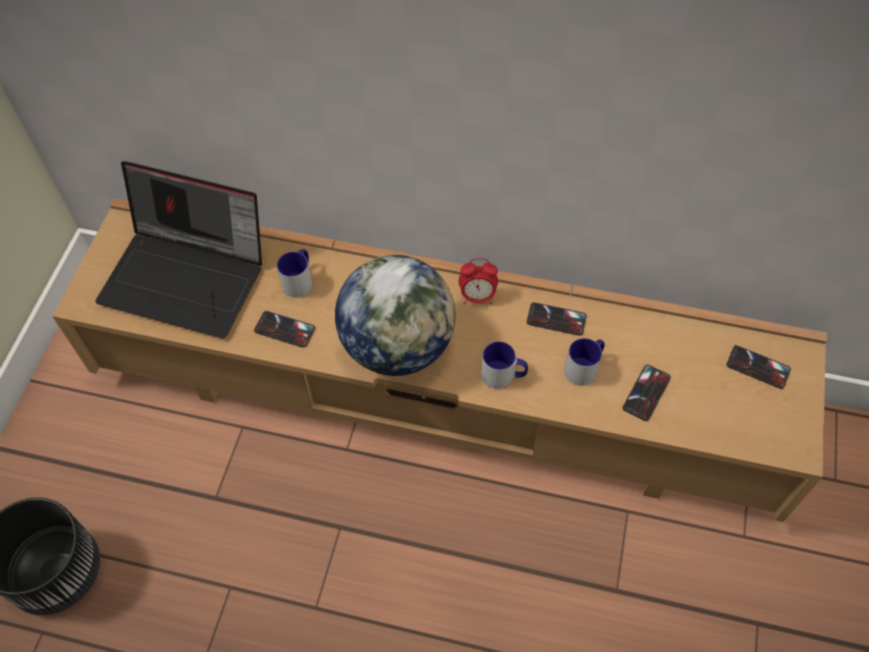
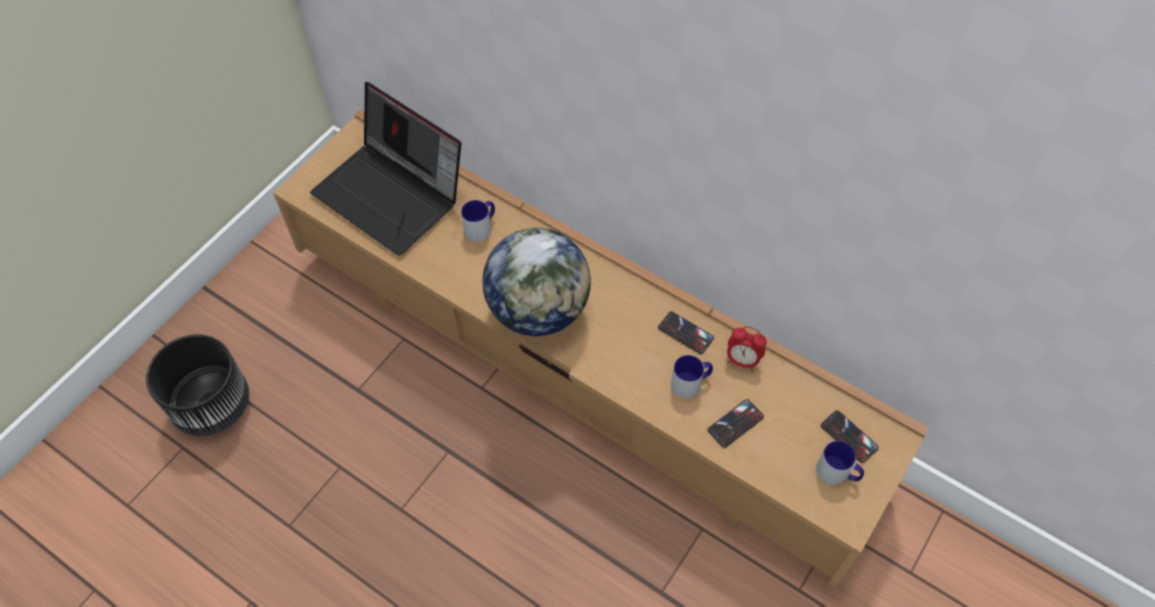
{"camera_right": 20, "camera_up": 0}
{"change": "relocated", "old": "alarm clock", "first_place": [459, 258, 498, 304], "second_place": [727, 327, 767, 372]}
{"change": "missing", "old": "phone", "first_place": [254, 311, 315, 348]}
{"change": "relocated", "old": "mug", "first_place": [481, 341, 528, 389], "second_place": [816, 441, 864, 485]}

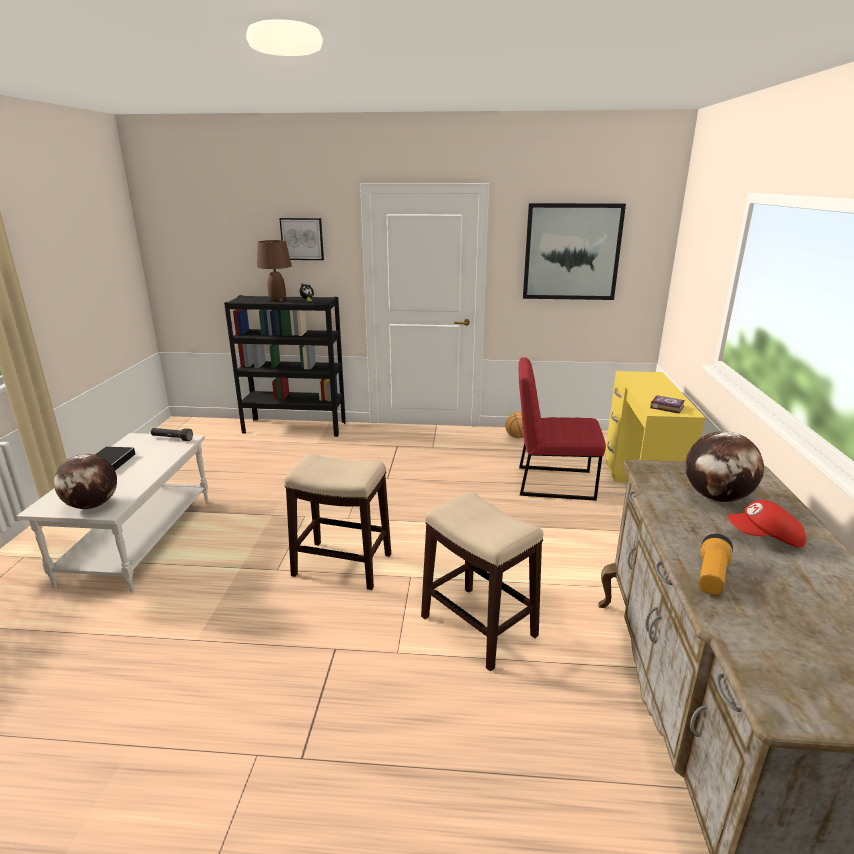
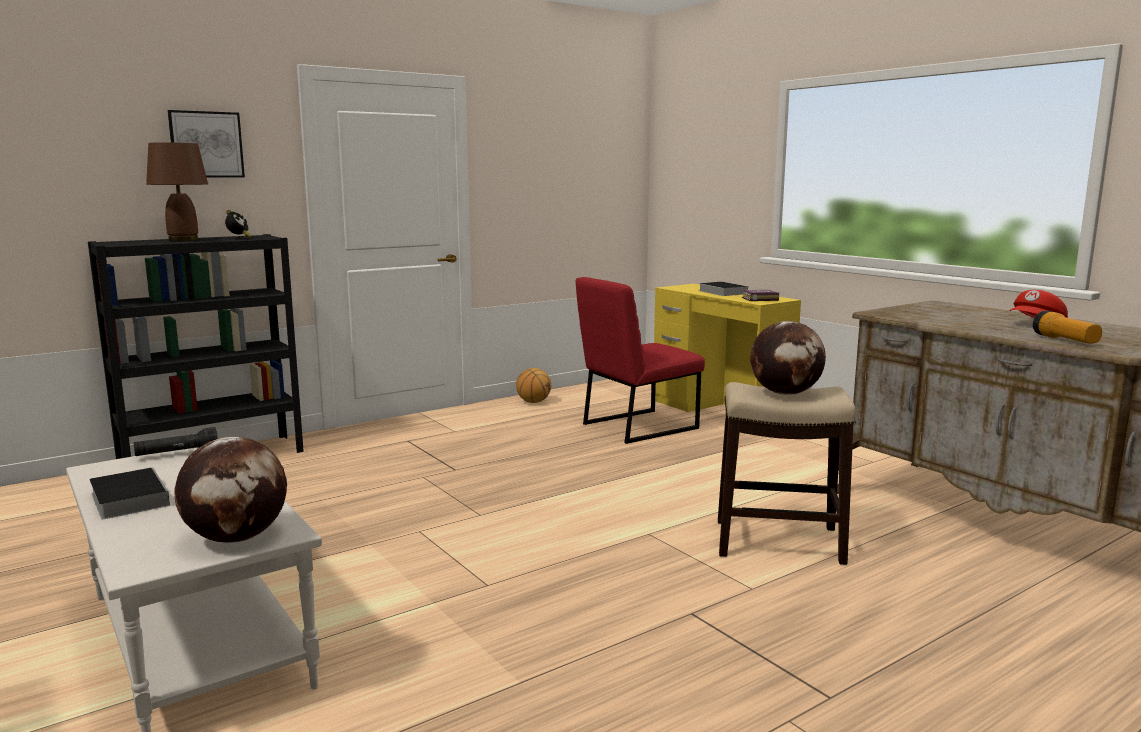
{"camera_right": -40, "camera_up": -10}
{"change": "missing", "old": "picture", "first_place": [523, 203, 626, 300]}
{"change": "relocated", "old": "globe", "first_place": [685, 431, 764, 502], "second_place": [750, 321, 826, 395]}
{"change": "missing", "old": "stool", "first_place": [284, 453, 391, 590]}
{"change": "appeared", "new": "book", "second_place": [699, 282, 748, 296]}

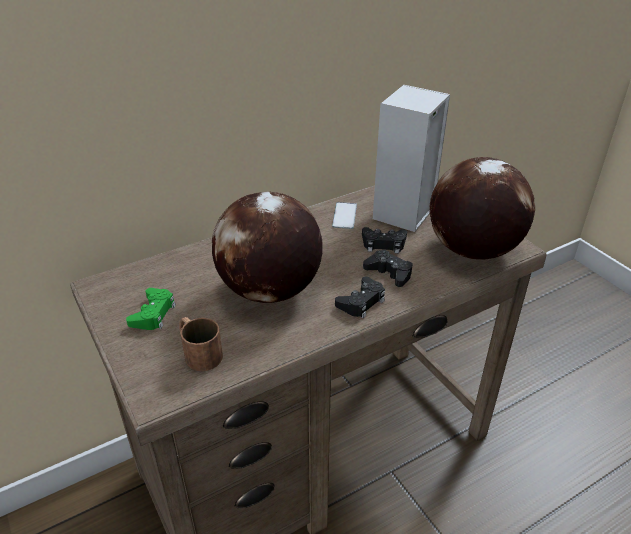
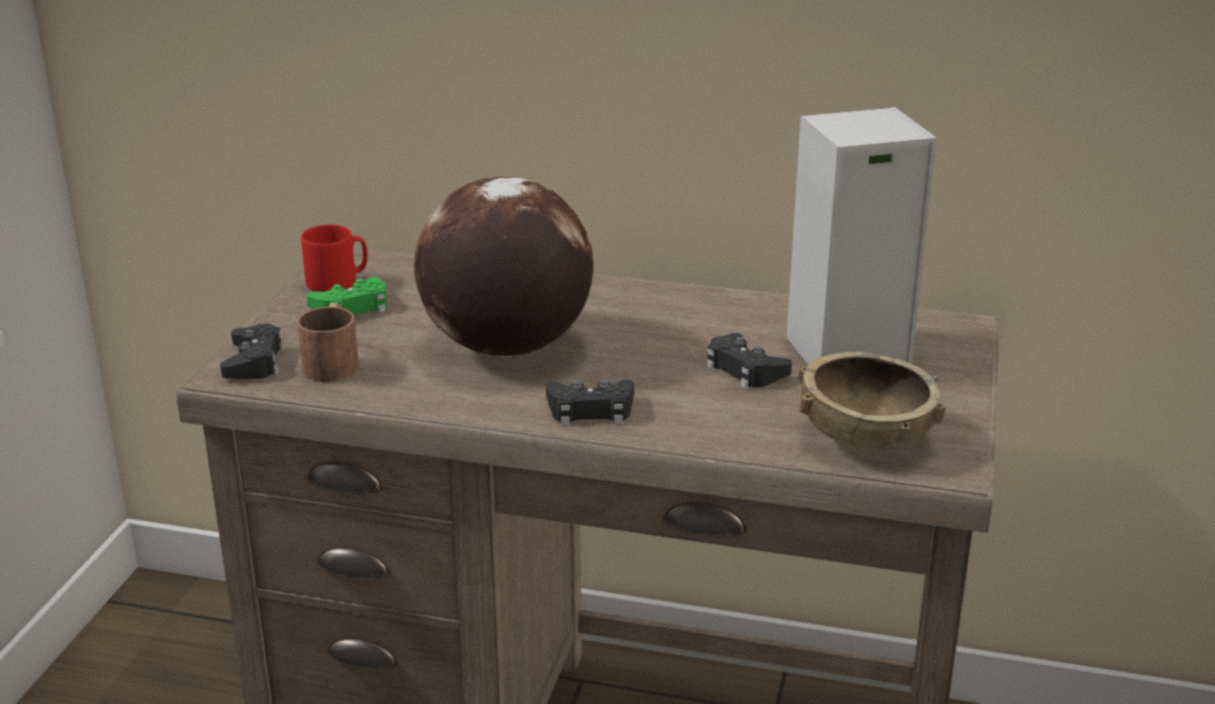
{"camera_right": 45, "camera_up": -10}
{"change": "exchanged", "old": "globe", "new": "brown bowl", "first_place": [430, 157, 535, 260], "second_place": [799, 352, 946, 453]}
{"change": "missing", "old": "phone", "first_place": [332, 202, 357, 229]}
{"change": "relocated", "old": "black game controller", "first_place": [363, 250, 413, 287], "second_place": [220, 324, 285, 379]}
{"change": "appeared", "new": "red mug", "second_place": [301, 225, 368, 292]}

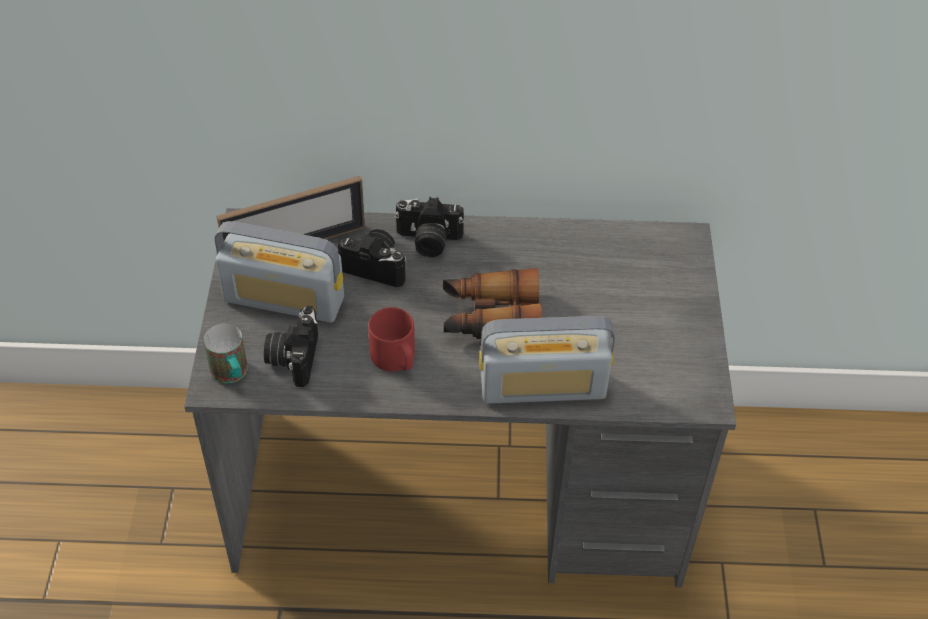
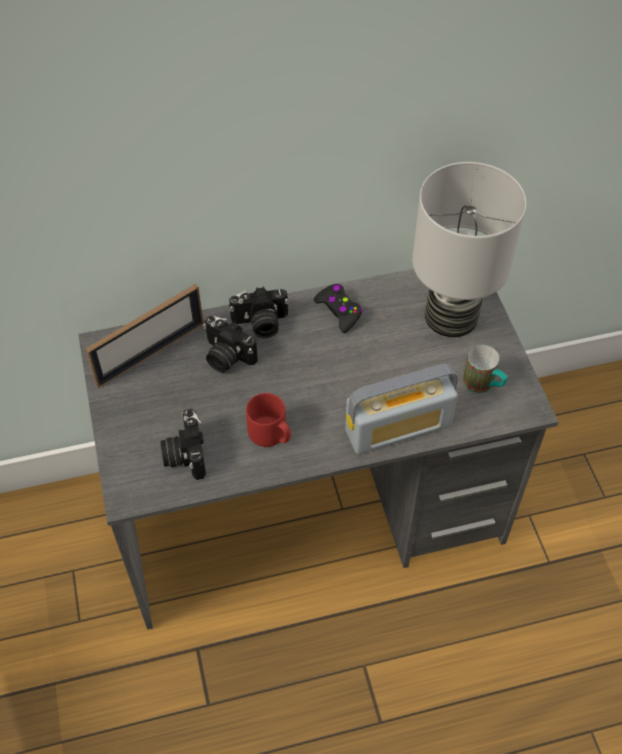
{"camera_right": -15, "camera_up": 5}
{"change": "missing", "old": "radio", "first_place": [215, 221, 344, 323]}
{"change": "spun", "old": "photo camera", "first_place": [338, 229, 407, 287], "second_place": [203, 316, 258, 373], "degrees": -150}
{"change": "missing", "old": "binoculars", "first_place": [443, 268, 542, 339]}
{"change": "relocated", "old": "mug", "first_place": [203, 323, 248, 384], "second_place": [463, 345, 508, 394]}
{"change": "appeared", "new": "grey table lamp", "second_place": [412, 162, 526, 337]}
{"change": "appeared", "new": "black game controller", "second_place": [314, 284, 363, 333]}

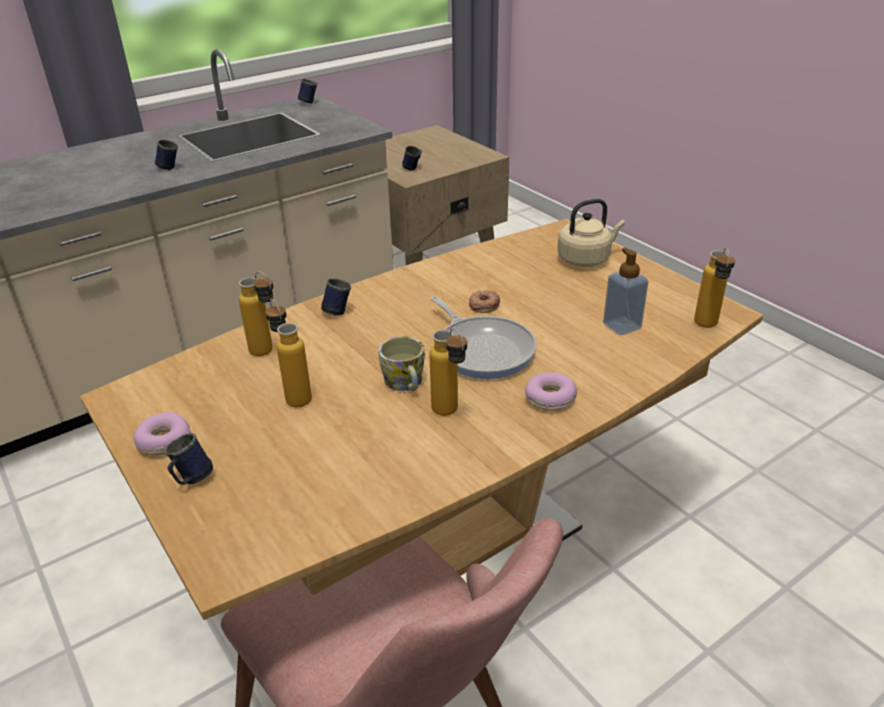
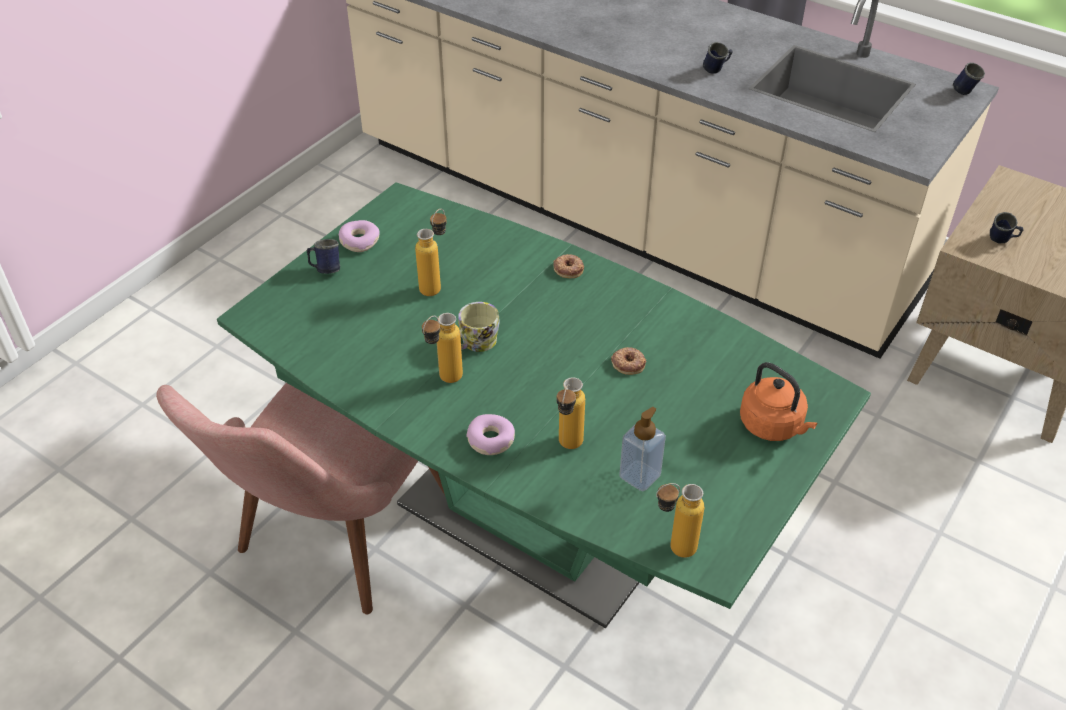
{"camera_right": 70, "camera_up": 10}
{"change": "colour", "old": "beige kettle", "new": "orange kettle", "first_place": [557, 199, 625, 267], "second_place": [740, 362, 817, 441]}
{"change": "colour", "old": "brown dining table", "new": "green dining table", "first_place": [80, 219, 763, 620], "second_place": [217, 182, 871, 628]}
{"change": "relocated", "old": "bottle", "first_place": [239, 271, 273, 356], "second_place": [556, 377, 585, 449]}
{"change": "exchanged", "old": "blue mug", "new": "donut", "first_place": [321, 278, 351, 315], "second_place": [553, 254, 584, 278]}
{"change": "missing", "old": "frying pan", "first_place": [431, 296, 536, 379]}

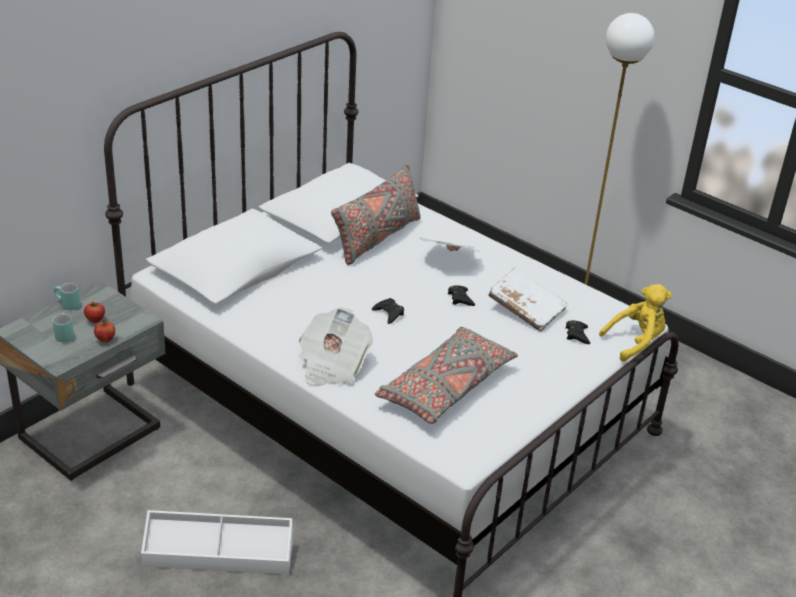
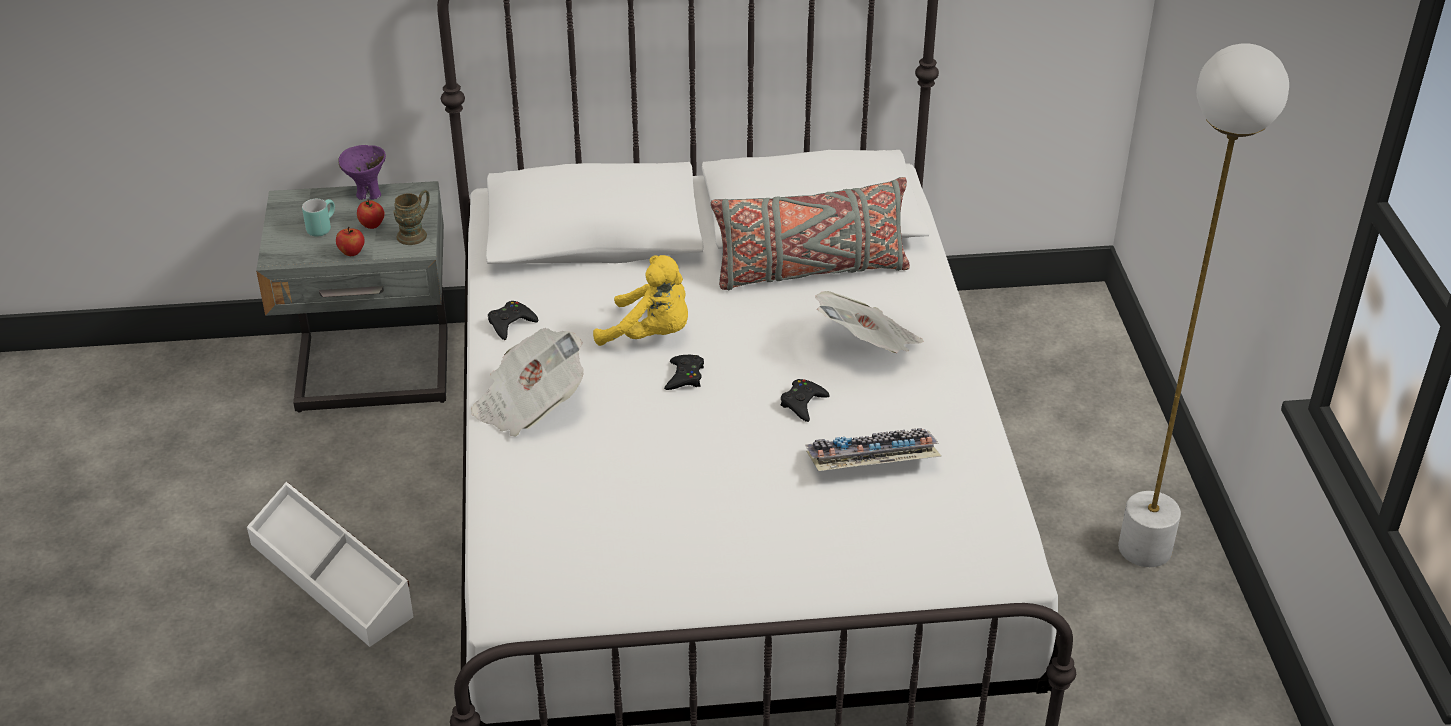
{"camera_right": 45, "camera_up": 5}
{"change": "exchanged", "old": "white book", "new": "keyboard", "first_place": [488, 267, 568, 332], "second_place": [805, 428, 941, 471]}
{"change": "exchanged", "old": "turquoise mug", "new": "purple bowl", "first_place": [54, 283, 80, 310], "second_place": [338, 145, 386, 200]}
{"change": "relocated", "old": "yellow plush toy", "first_place": [599, 284, 672, 362], "second_place": [593, 255, 688, 346]}
{"change": "relocated", "old": "black game controller", "first_place": [566, 320, 590, 344], "second_place": [488, 301, 538, 340]}
{"change": "missing", "old": "grey pillow", "first_place": [375, 327, 518, 424]}
{"change": "appeared", "new": "brown mug", "second_place": [394, 190, 430, 245]}

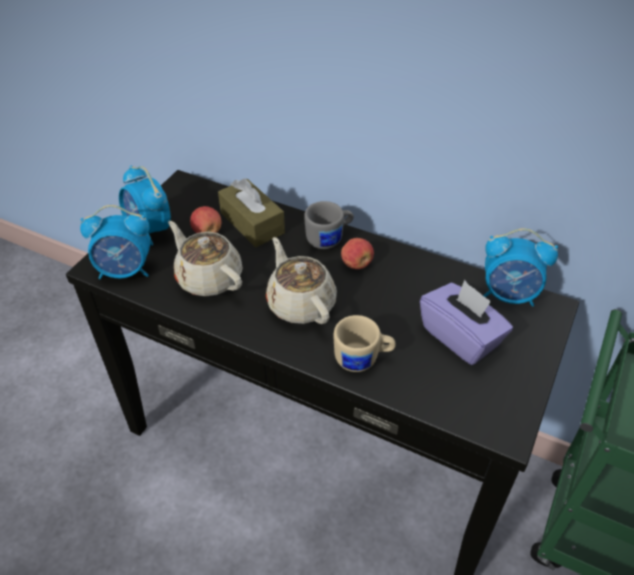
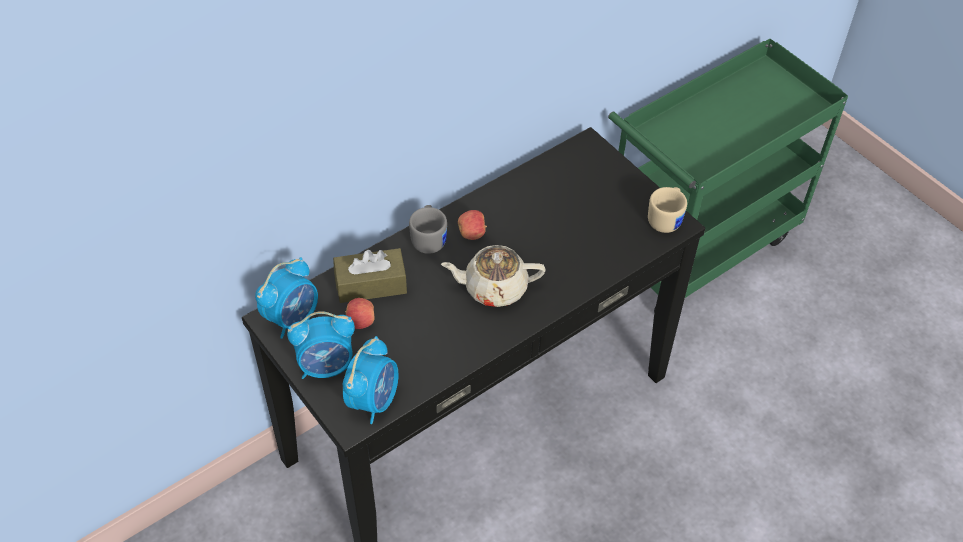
{"camera_right": -65, "camera_up": 5}
{"change": "missing", "old": "beige teapot", "first_place": [168, 221, 243, 296]}
{"change": "relocated", "old": "alarm clock", "first_place": [483, 228, 558, 307], "second_place": [255, 257, 318, 339]}
{"change": "missing", "old": "purple tissue box", "first_place": [420, 280, 513, 365]}
{"change": "relocated", "old": "beige mug", "first_place": [334, 315, 396, 372], "second_place": [648, 187, 687, 233]}

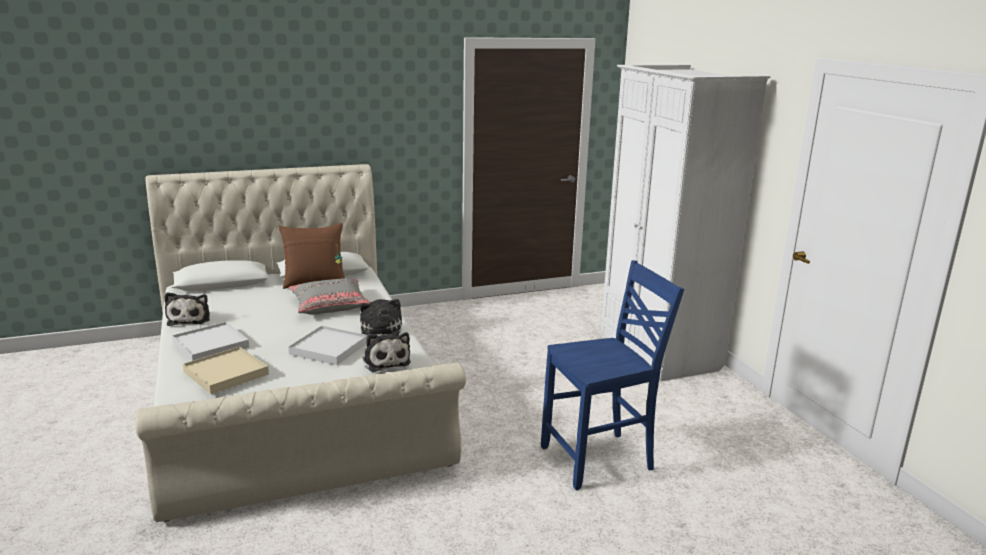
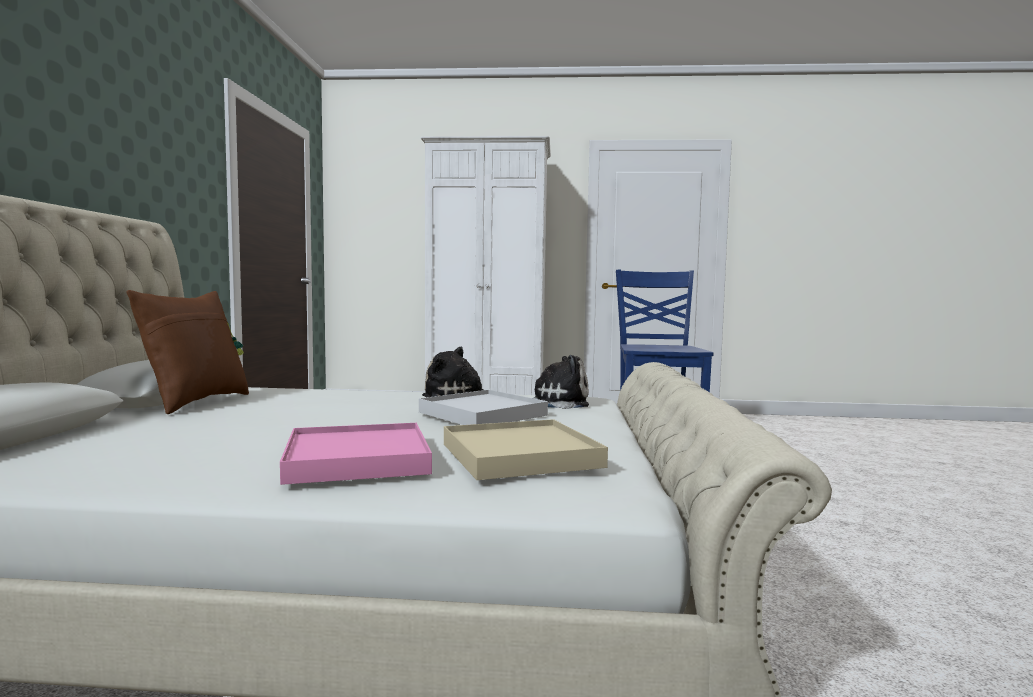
{"camera_right": -65, "camera_up": -15}
{"change": "missing", "old": "grey pillow", "first_place": [289, 278, 370, 315]}
{"change": "missing", "old": "plush toy", "first_place": [164, 292, 210, 326]}
{"change": "colour", "old": "white tray", "new": "pink tray", "first_place": [172, 322, 249, 361], "second_place": [280, 423, 432, 485]}

